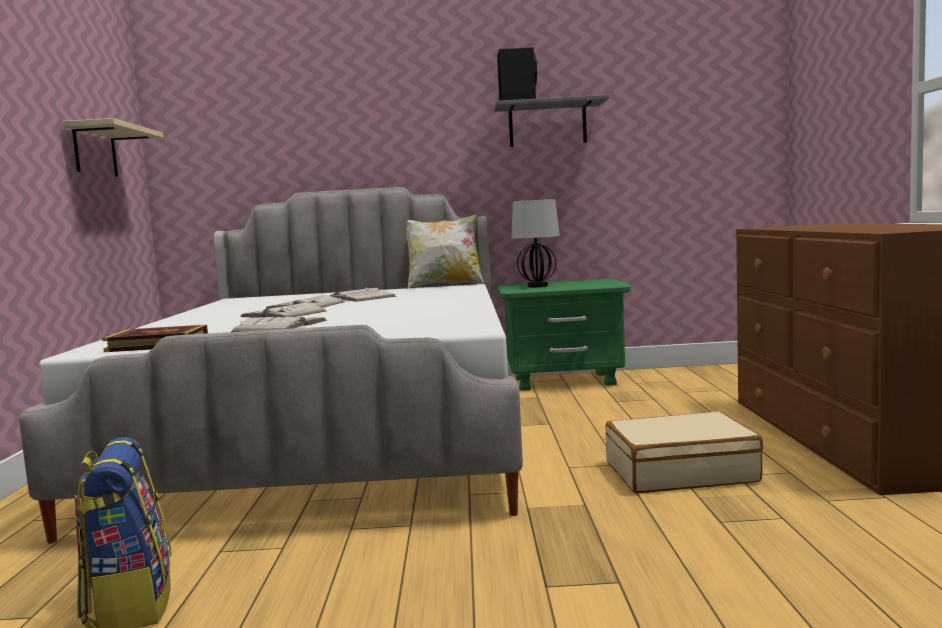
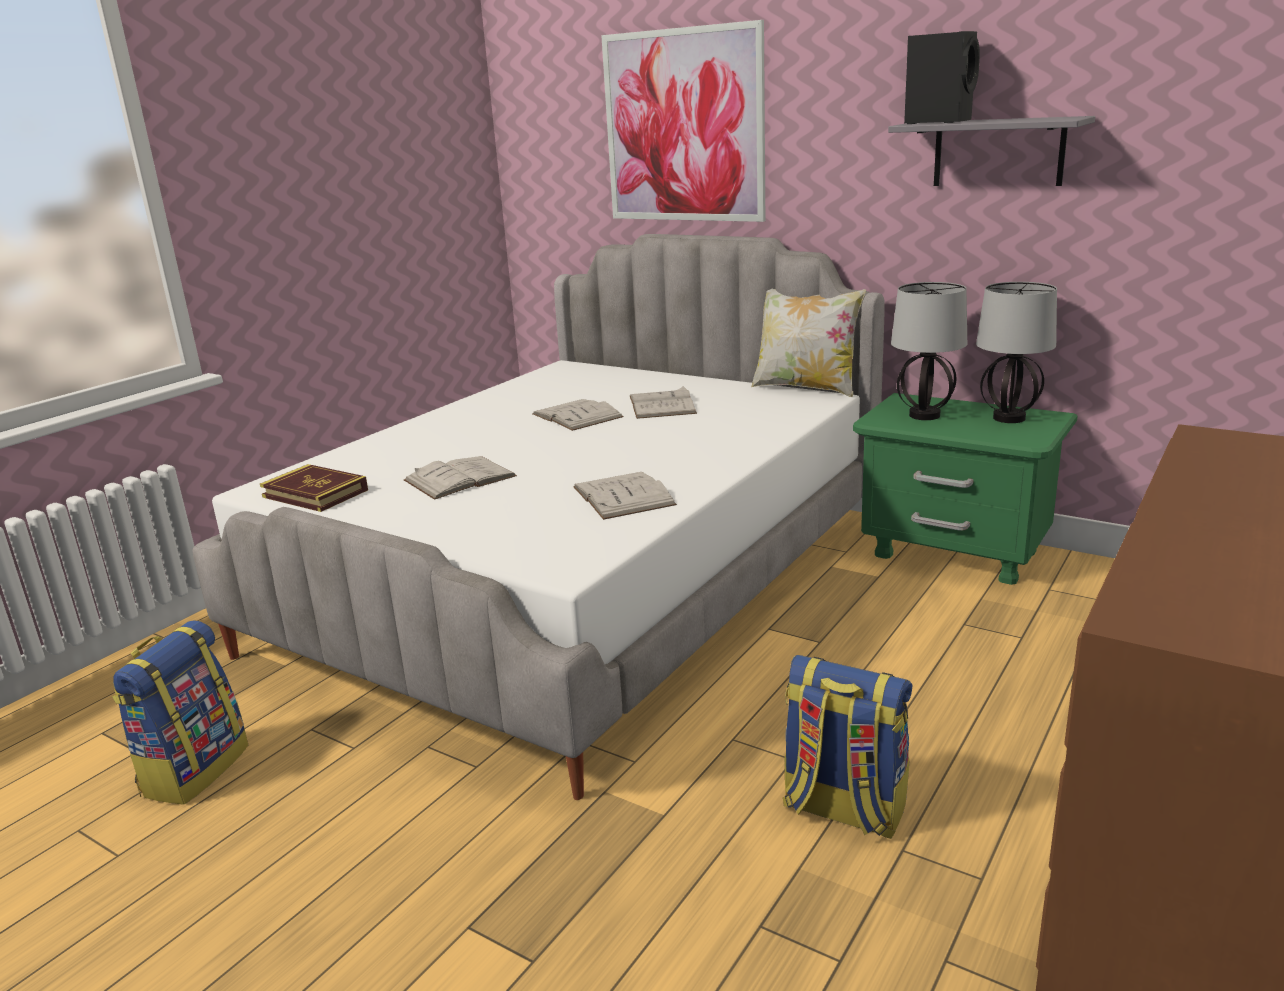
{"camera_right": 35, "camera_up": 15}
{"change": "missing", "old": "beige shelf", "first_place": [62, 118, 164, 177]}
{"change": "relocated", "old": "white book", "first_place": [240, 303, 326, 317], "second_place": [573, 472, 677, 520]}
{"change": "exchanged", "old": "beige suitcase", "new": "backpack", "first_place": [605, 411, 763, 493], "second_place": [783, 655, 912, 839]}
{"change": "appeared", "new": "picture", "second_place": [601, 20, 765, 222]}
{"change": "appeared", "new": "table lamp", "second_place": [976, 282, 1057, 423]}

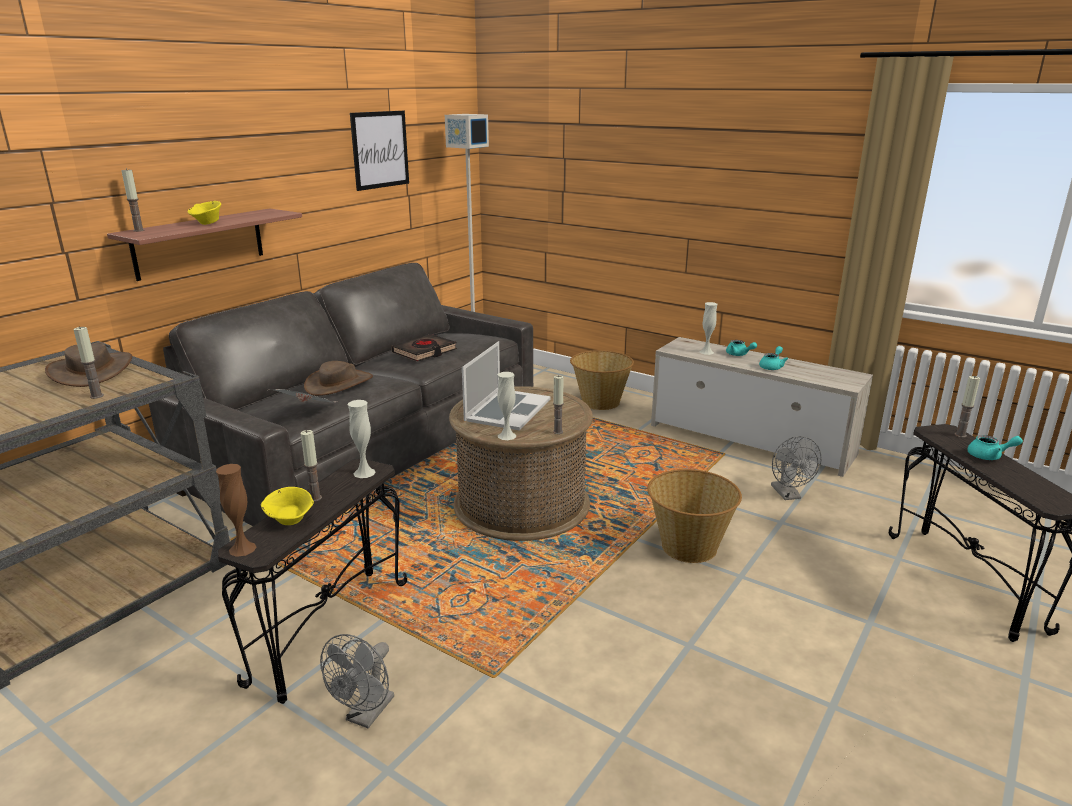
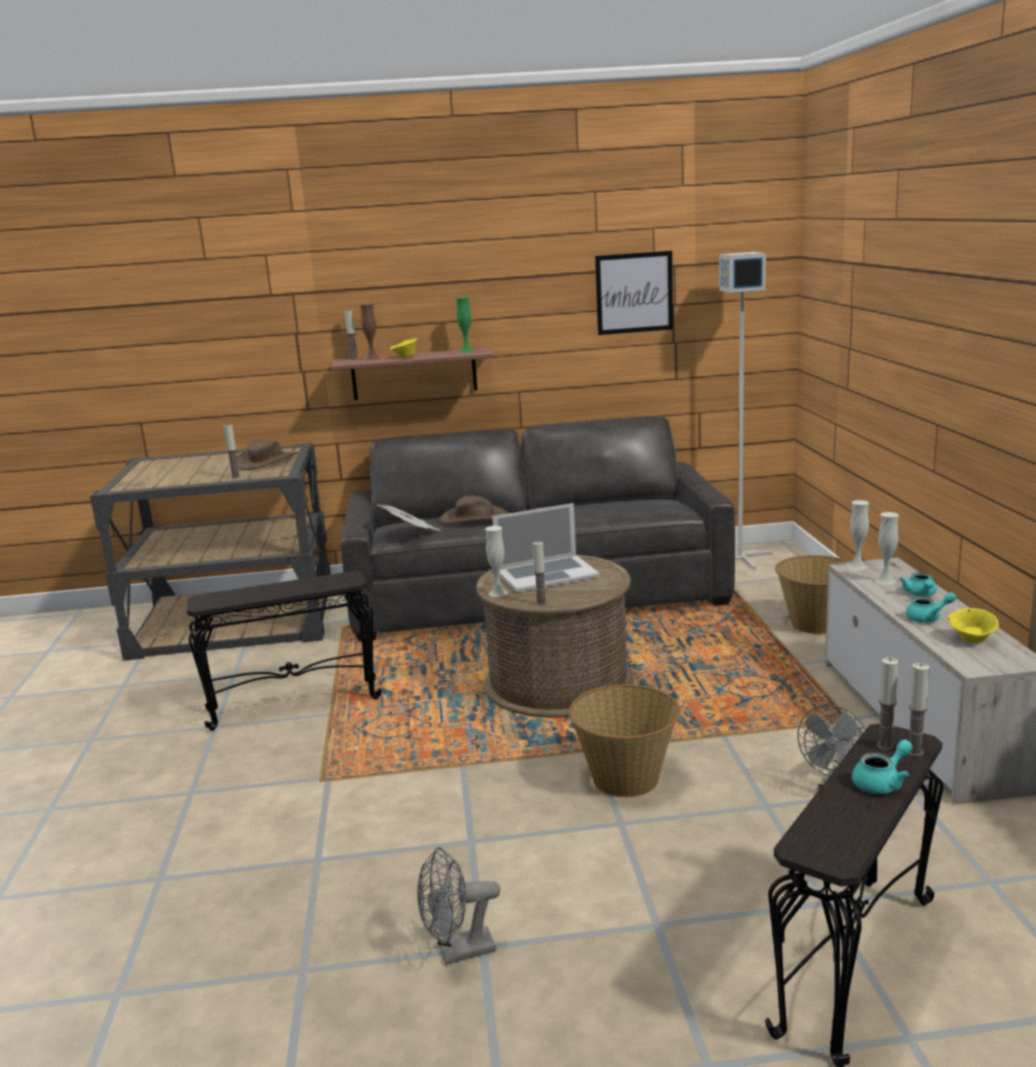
{"camera_right": 50, "camera_up": -5}
{"change": "missing", "old": "black book", "first_place": [391, 334, 457, 362]}
{"change": "relocated", "old": "white vase", "first_place": [348, 400, 376, 478], "second_place": [848, 500, 869, 570]}
{"change": "relocated", "old": "candle", "first_place": [301, 430, 322, 502], "second_place": [877, 658, 898, 750]}
{"change": "spun", "old": "turquoise teapot", "first_place": [967, 435, 1023, 460], "second_place": [852, 740, 913, 794], "degrees": -90}
{"change": "relocated", "old": "brown vase", "first_place": [216, 464, 257, 557], "second_place": [360, 304, 380, 360]}
{"change": "relocated", "old": "yellow bowl", "first_place": [261, 487, 314, 525], "second_place": [948, 608, 999, 643]}
{"change": "relocated", "old": "grey fan", "first_place": [320, 634, 394, 728], "second_place": [417, 847, 500, 965]}
{"change": "appeared", "new": "green vase", "second_place": [456, 297, 474, 353]}

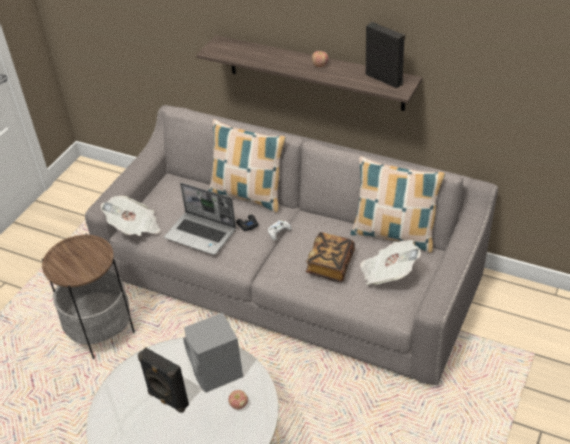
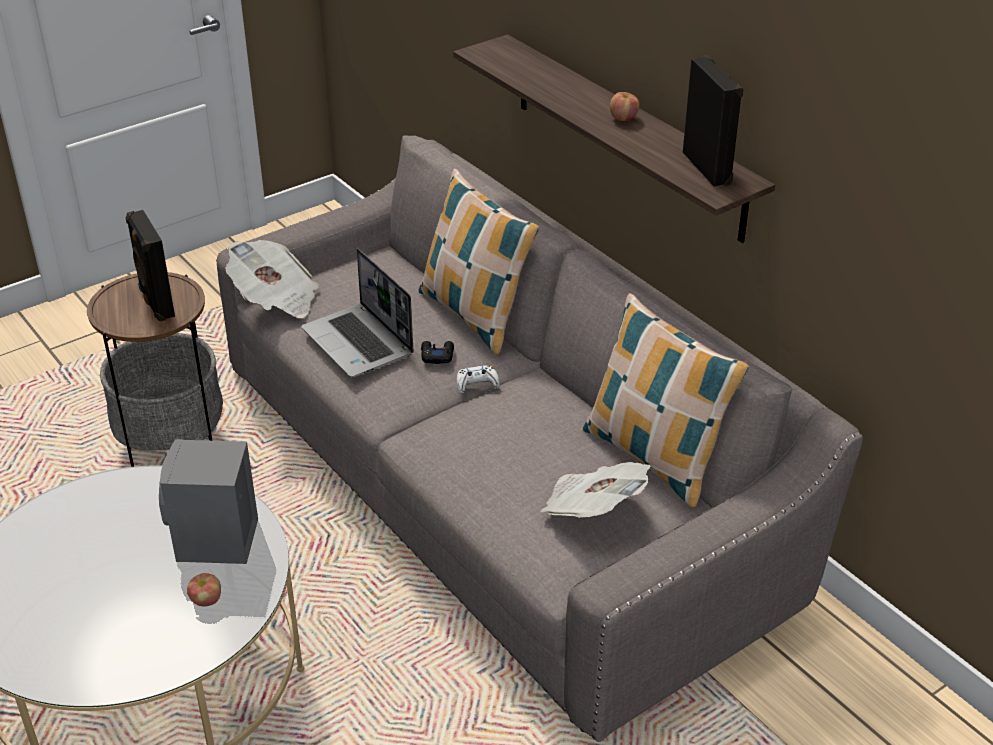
{"camera_right": 25, "camera_up": -5}
{"change": "missing", "old": "book", "first_place": [306, 232, 355, 282]}
{"change": "relocated", "old": "black speaker", "first_place": [138, 347, 189, 413], "second_place": [126, 210, 175, 322]}

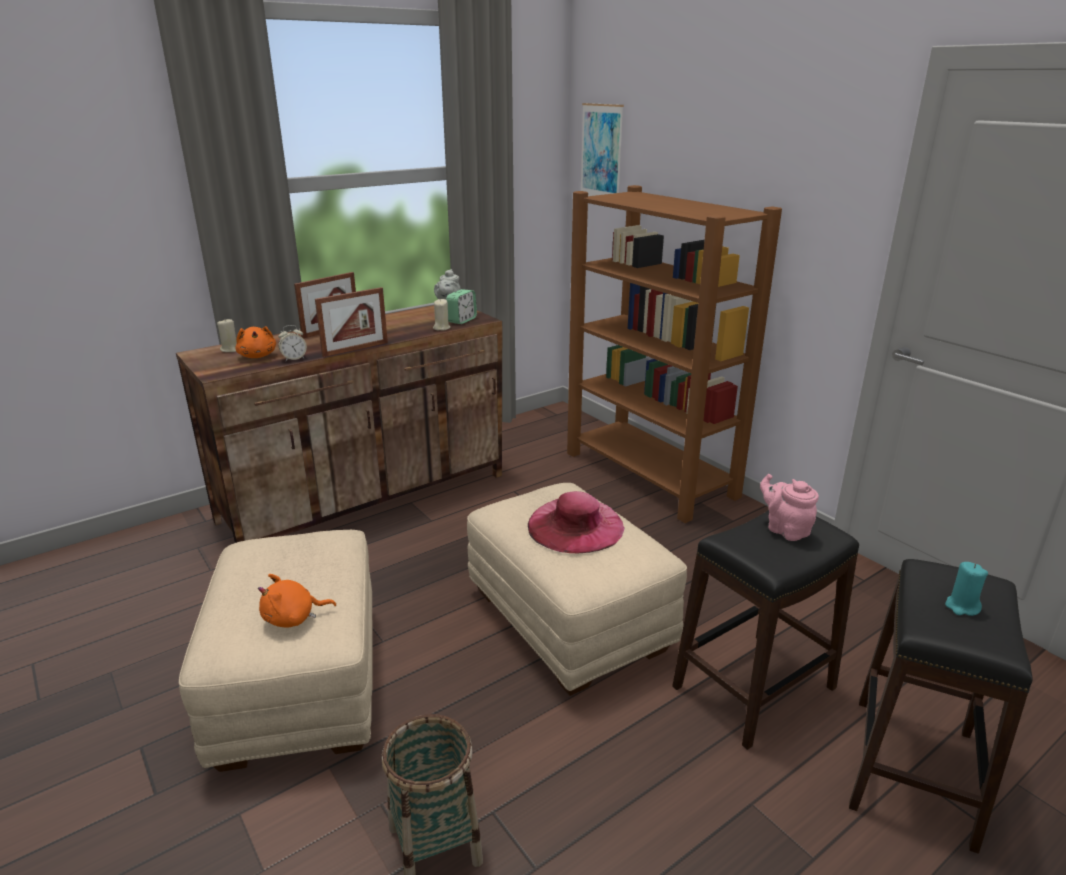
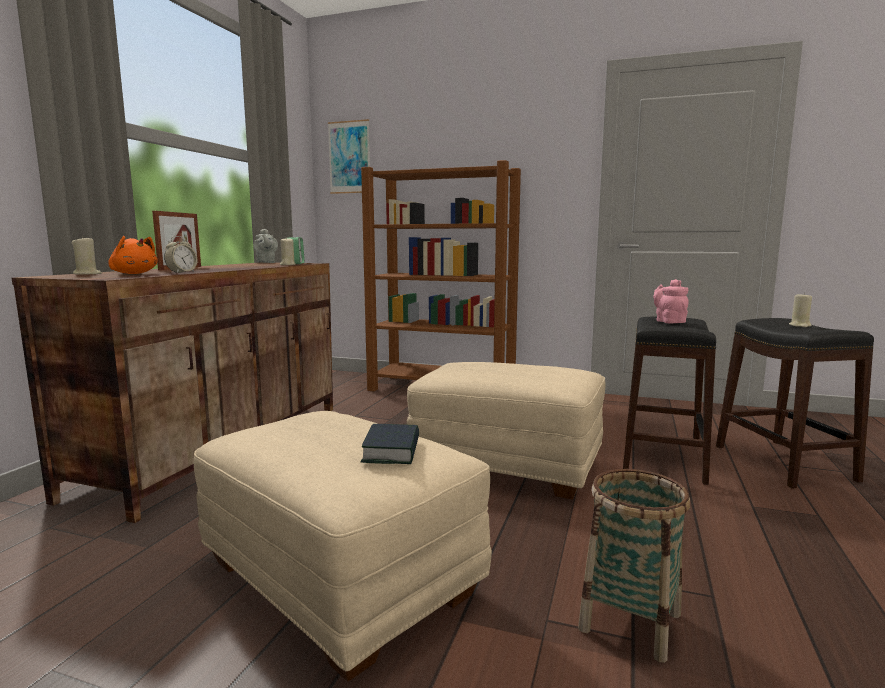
{"camera_right": -35, "camera_up": -15}
{"change": "missing", "old": "picture frame", "first_place": [315, 287, 388, 357]}
{"change": "spun", "old": "pink teapot", "first_place": [760, 474, 819, 541], "second_place": [653, 279, 689, 323], "degrees": 60}
{"change": "missing", "old": "pink hat", "first_place": [528, 491, 625, 554]}
{"change": "colour", "old": "turquoise candle", "new": "beige candle", "first_place": [945, 562, 988, 616], "second_place": [789, 292, 812, 327]}
{"change": "exchanged", "old": "orange plush toy", "new": "book", "first_place": [258, 574, 336, 627], "second_place": [361, 424, 419, 464]}

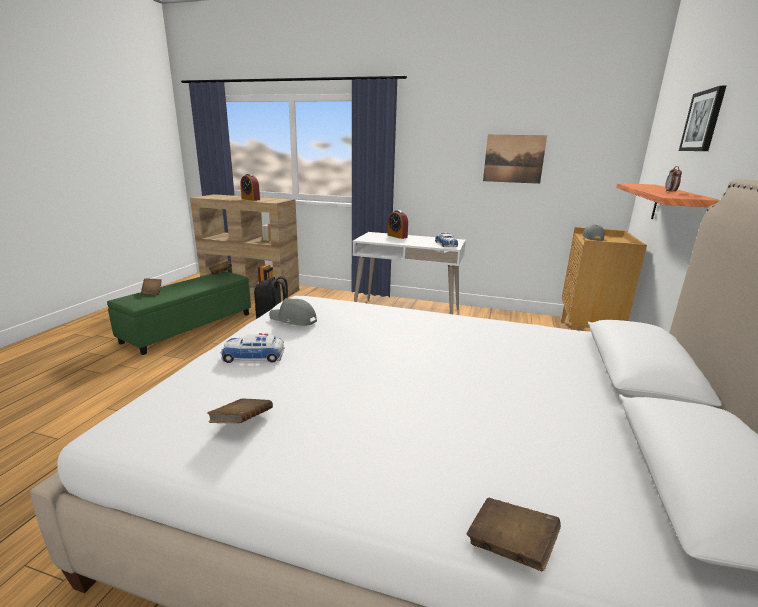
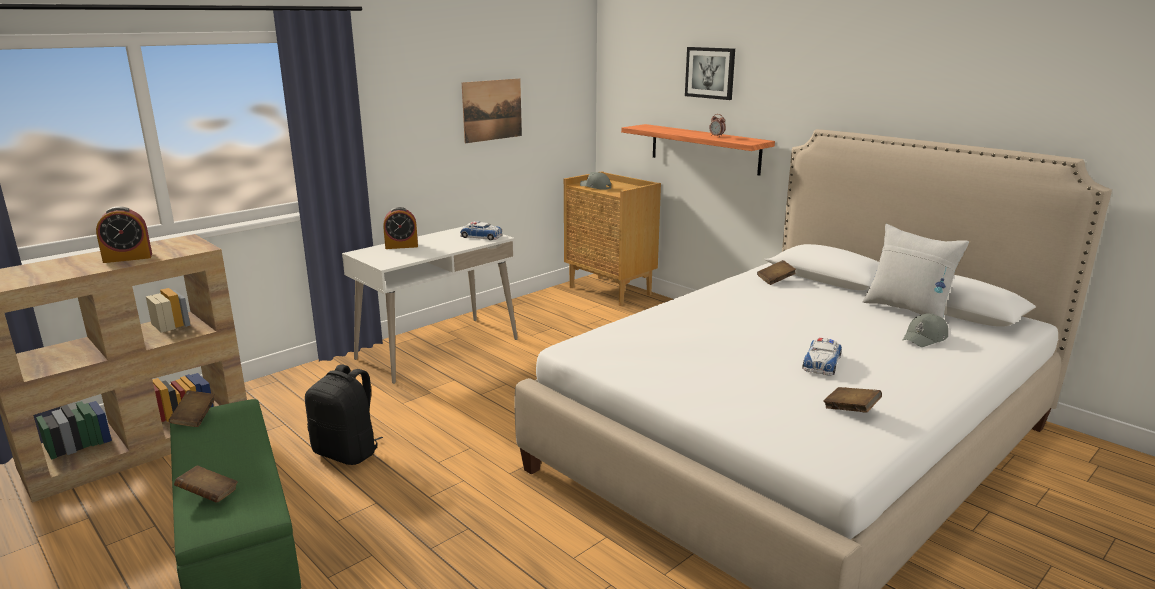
{"camera_right": -60, "camera_up": 0}
{"change": "relocated", "old": "grey cap", "first_place": [269, 298, 317, 326], "second_place": [902, 313, 948, 347]}
{"change": "relocated", "old": "toy car", "first_place": [221, 333, 284, 363], "second_place": [802, 338, 842, 375]}
{"change": "relocated", "old": "brown book", "first_place": [467, 498, 561, 571], "second_place": [757, 260, 796, 285]}
{"change": "appeared", "new": "grey pillow", "second_place": [862, 224, 969, 319]}

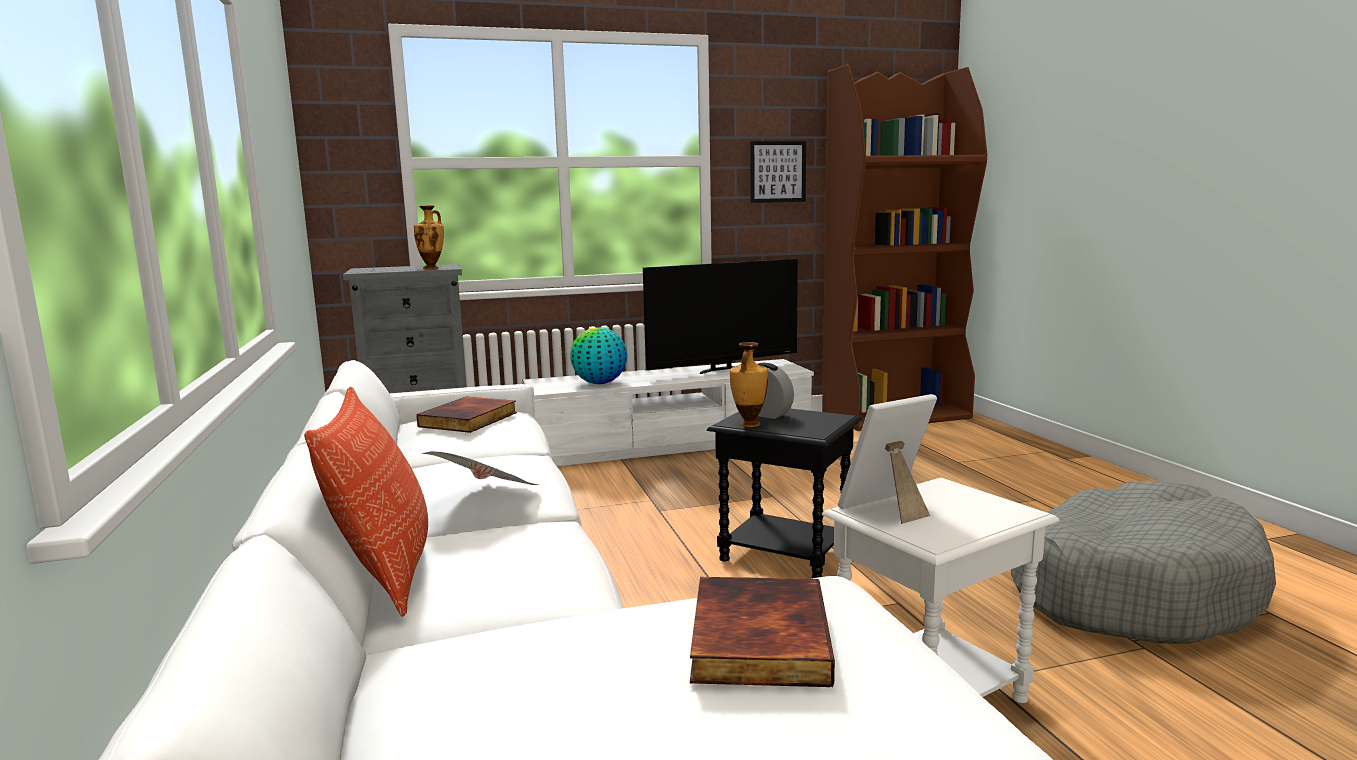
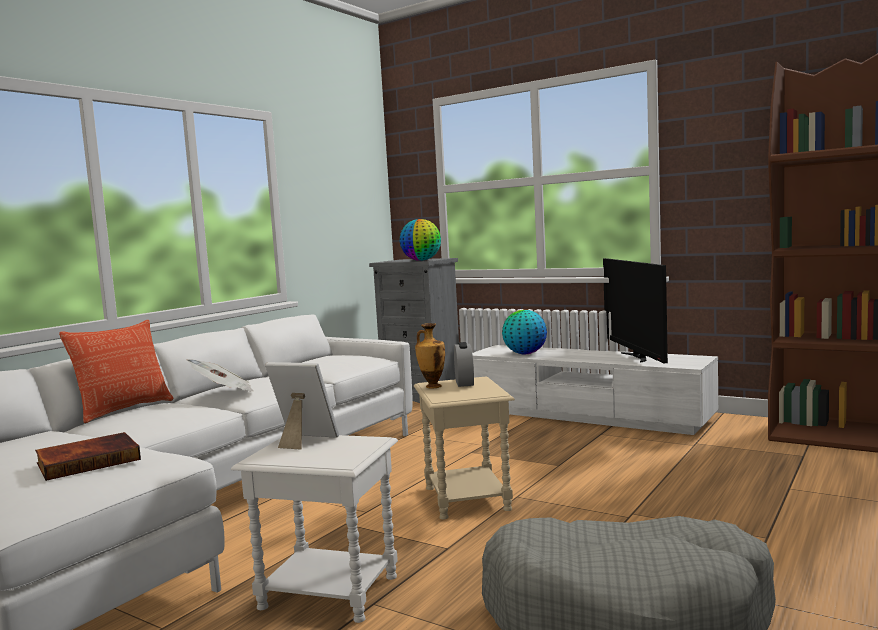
{"camera_right": 50, "camera_up": -5}
{"change": "missing", "old": "picture", "first_place": [750, 141, 806, 203]}
{"change": "exchanged", "old": "vase", "new": "globe", "first_place": [414, 205, 444, 269], "second_place": [400, 219, 441, 261]}
{"change": "spun", "old": "television", "first_place": [643, 259, 798, 374], "second_place": [603, 258, 668, 363], "degrees": 60}
{"change": "missing", "old": "book", "first_place": [416, 396, 517, 433]}
{"change": "colour", "old": "black side table", "new": "beige side table", "first_place": [707, 408, 862, 578], "second_place": [414, 377, 515, 519]}

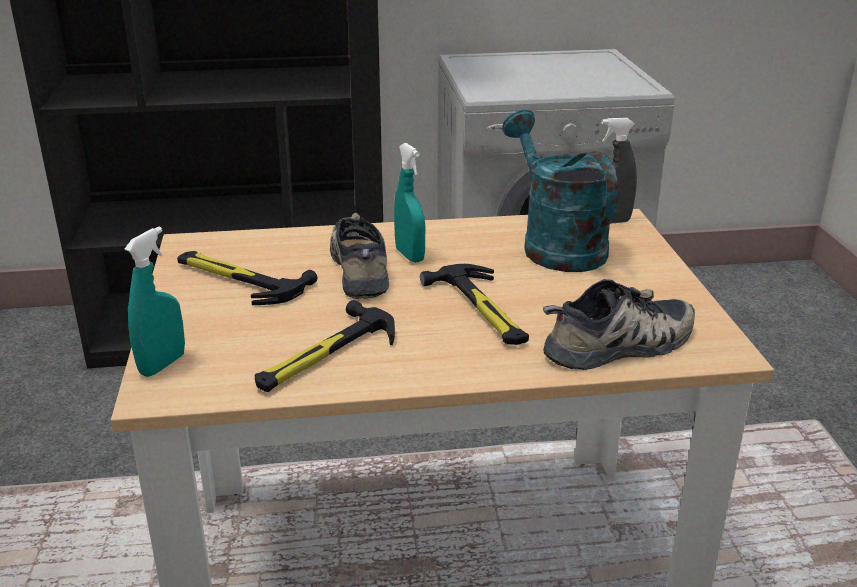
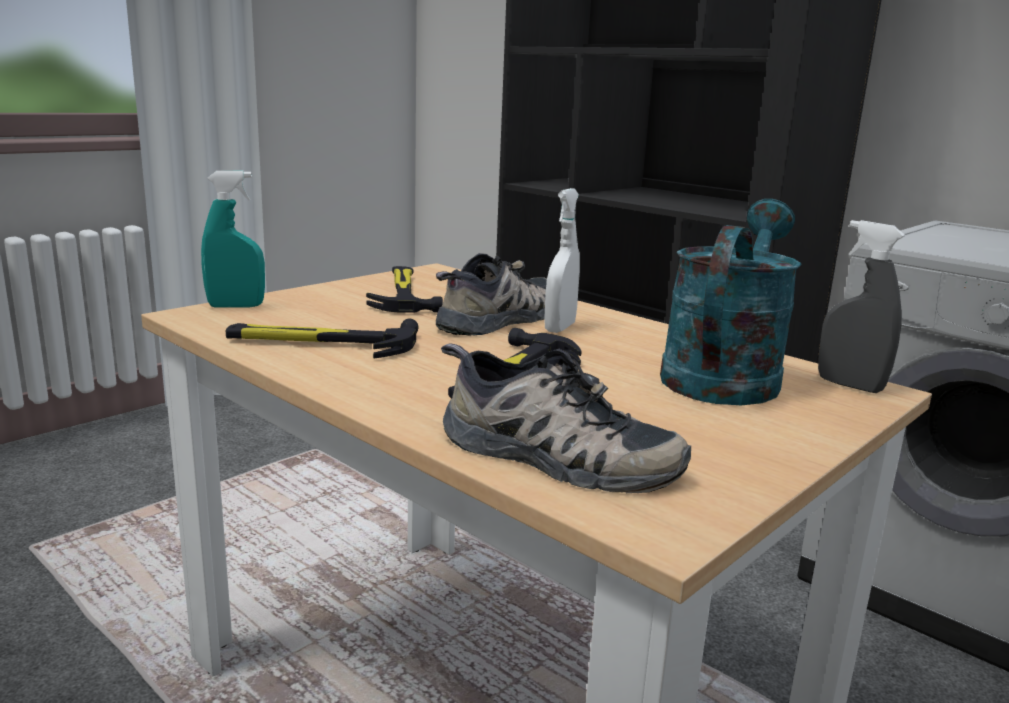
{"camera_right": 50, "camera_up": -10}
{"change": "colour", "old": "turquoise spray bottle", "new": "white spray bottle", "first_place": [394, 143, 425, 263], "second_place": [544, 188, 580, 333]}

